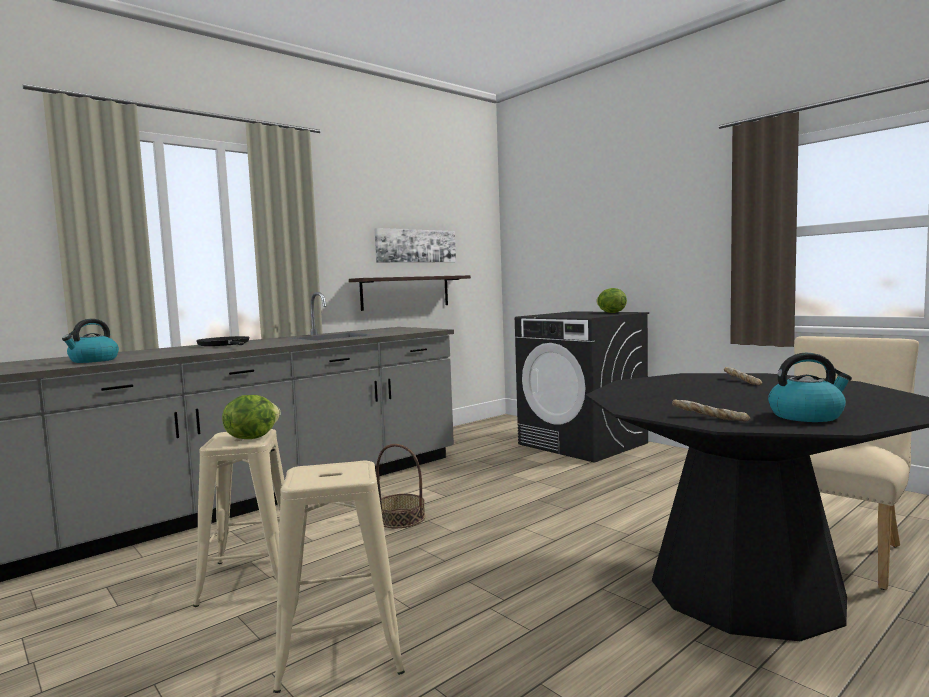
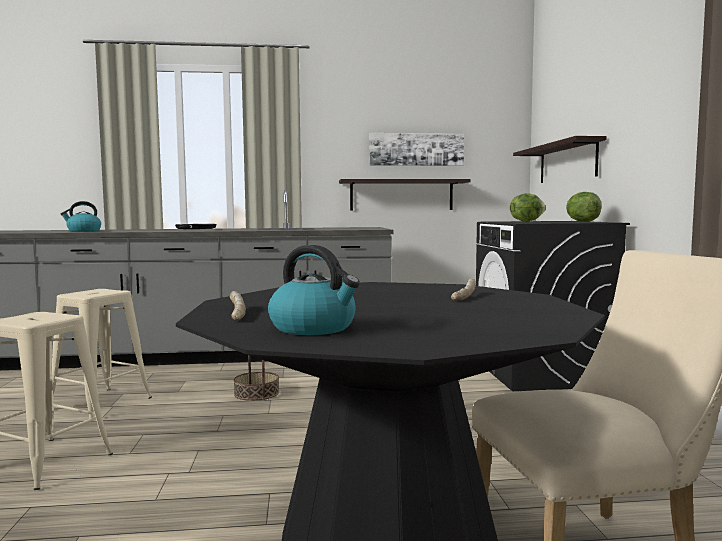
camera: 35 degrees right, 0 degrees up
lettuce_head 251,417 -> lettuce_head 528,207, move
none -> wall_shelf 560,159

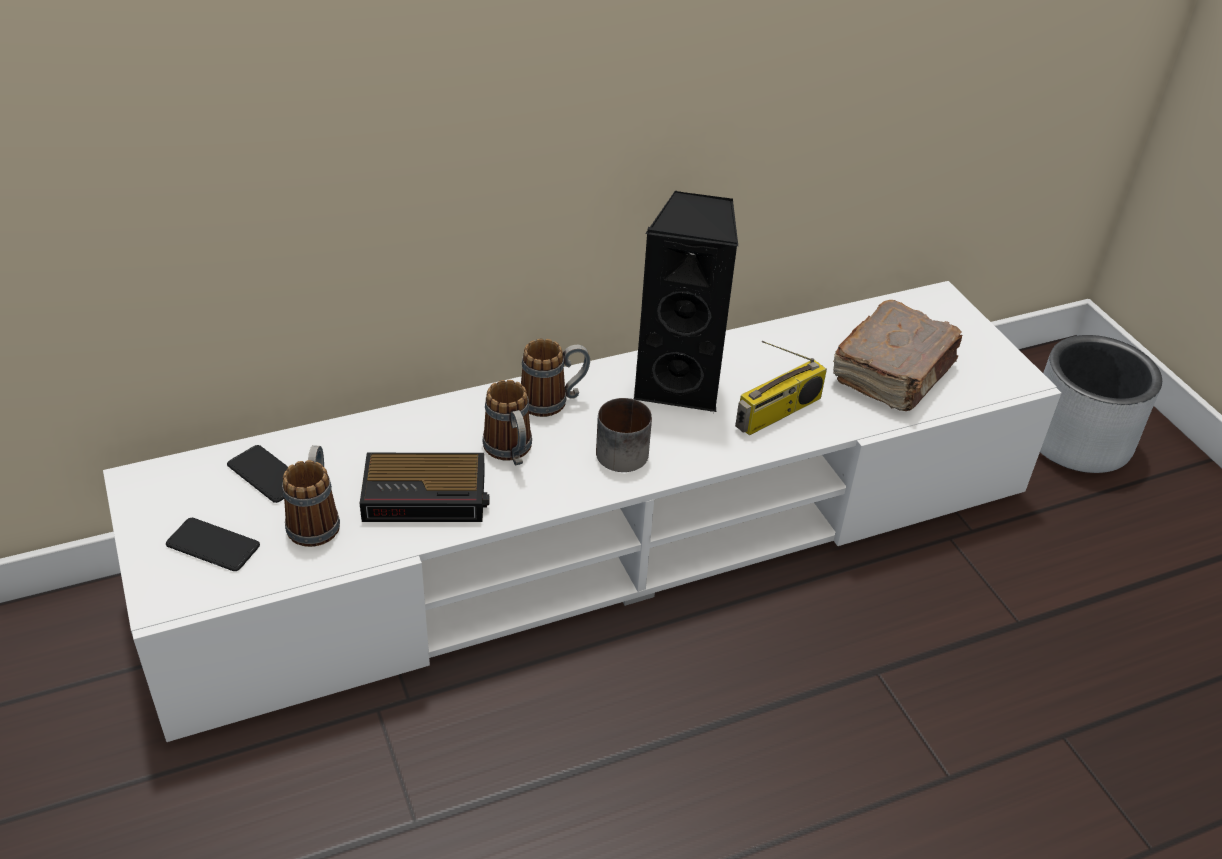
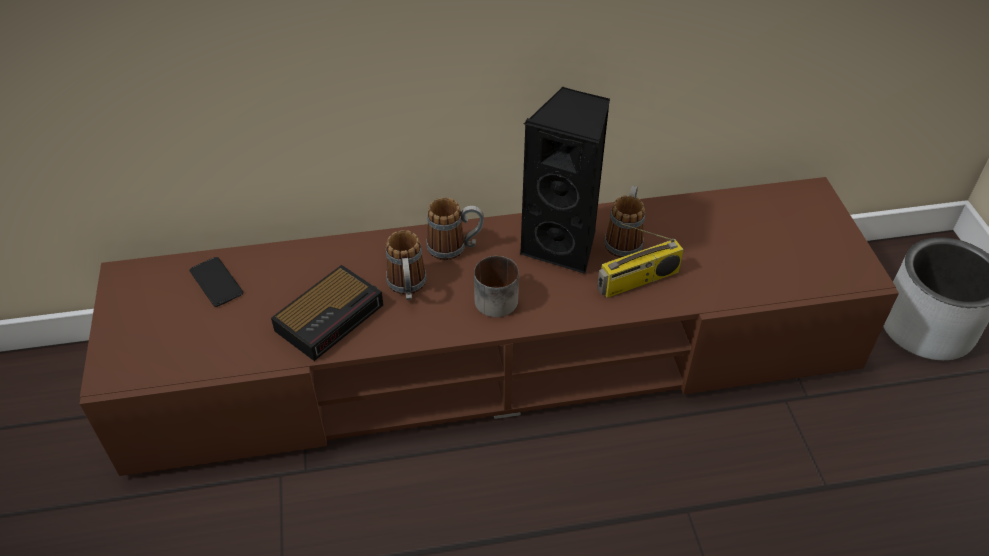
camera: 15 degrees right, 5 degrees up
white_media_console 582,511 -> brownish_media_console 489,326
handset 213,544 -> none
mug 311,496 -> mug 624,222, move
table_clock 424,487 -> table_clock 327,313, 60 degrees counterclockwise
brownish_book 898,355 -> none

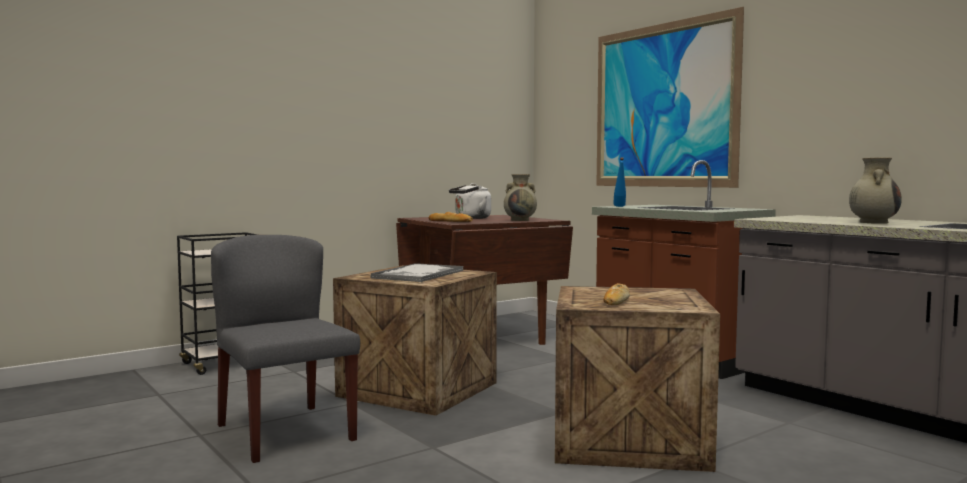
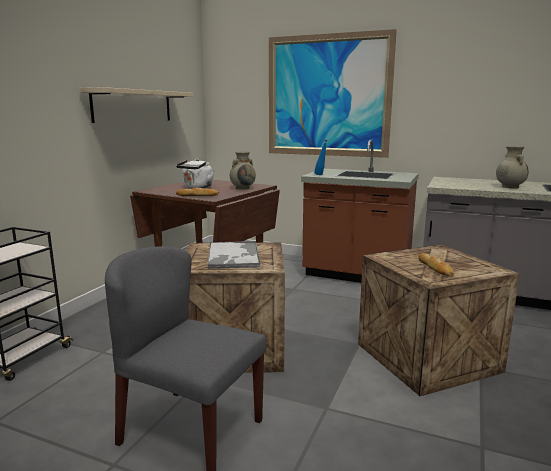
camera: 30 degrees left, 10 degrees up
none -> beige-coloured_wall_shelf 136,105

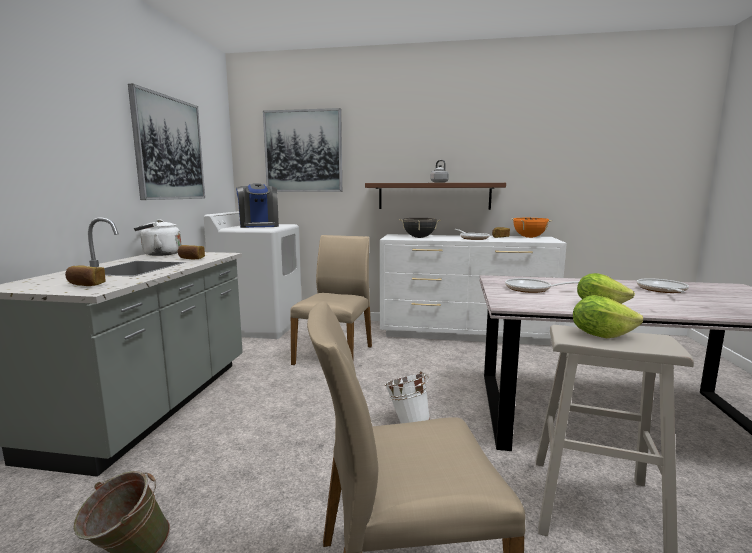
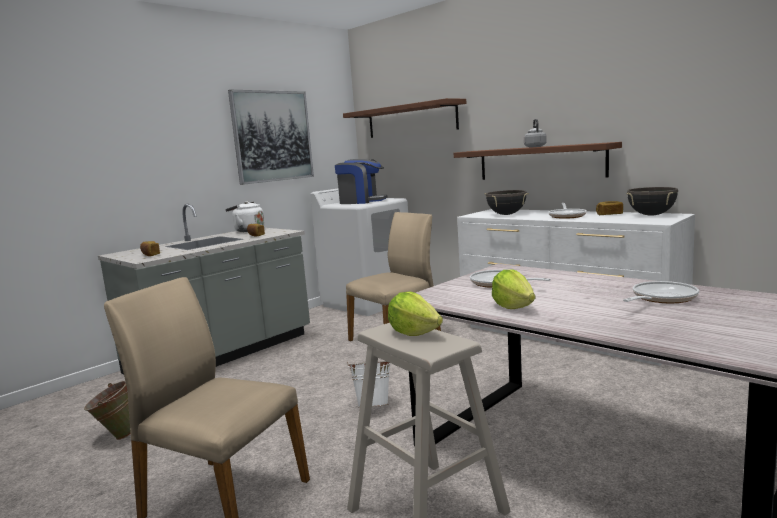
camera: 35 degrees right, 0 degrees up
coffee_brewer 257,205 -> coffee_brewer 361,181, 90 degrees counterclockwise
wall_art 302,150 -> wall_shelf 405,118
orange_stockpot 531,228 -> black-coloured_stockpot 652,201

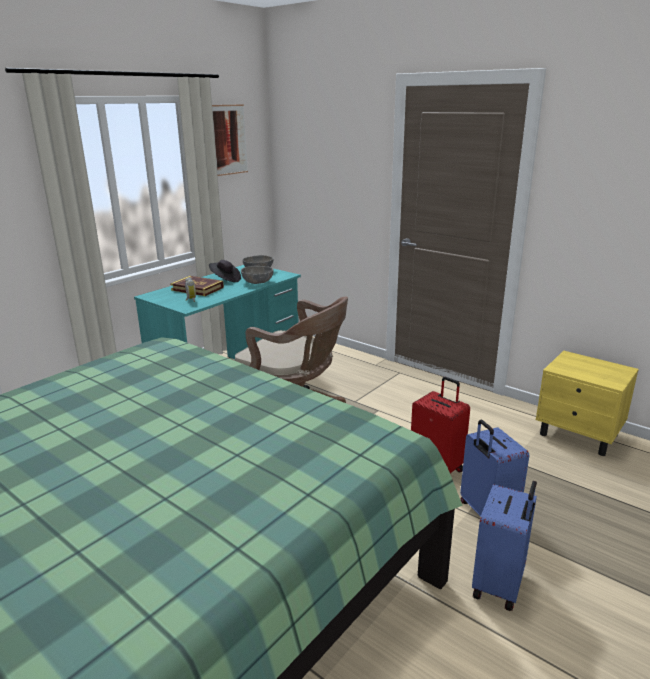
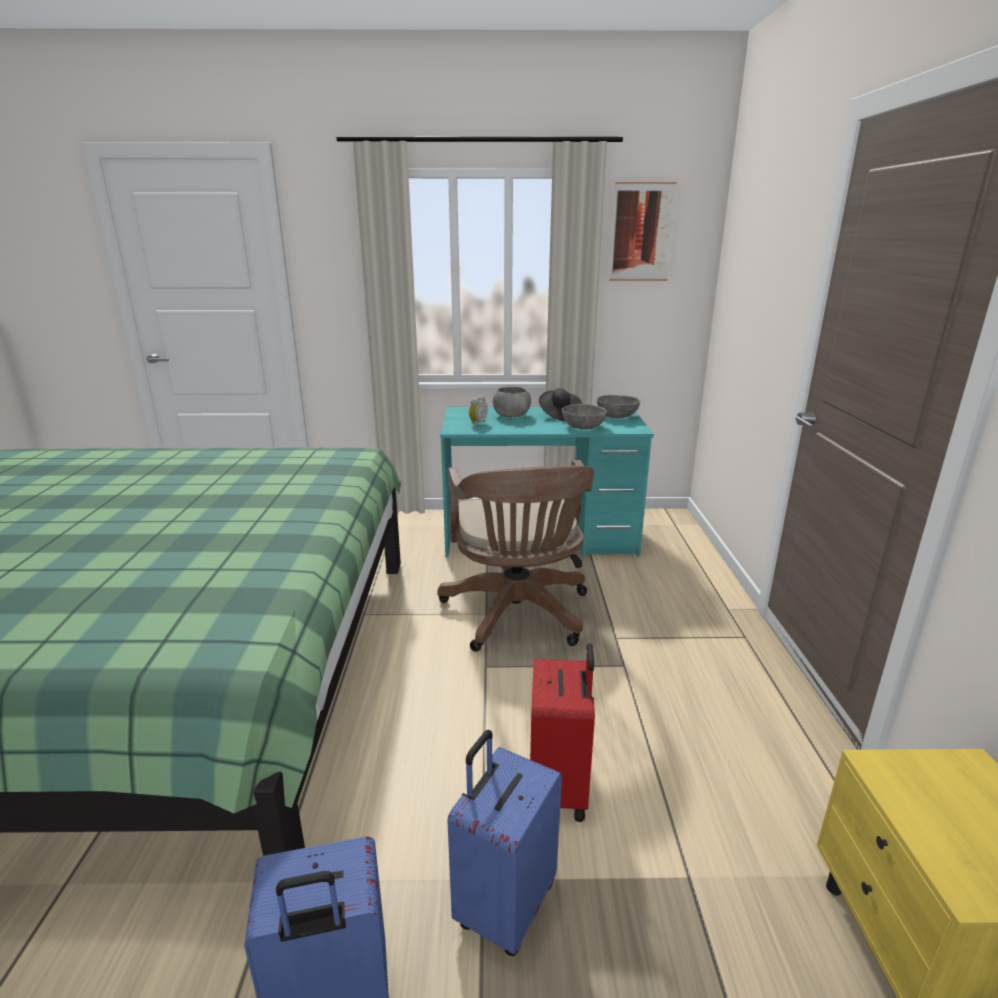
camera: 50 degrees right, 0 degrees up
book 197,286 -> gray_serving_bowl 512,402

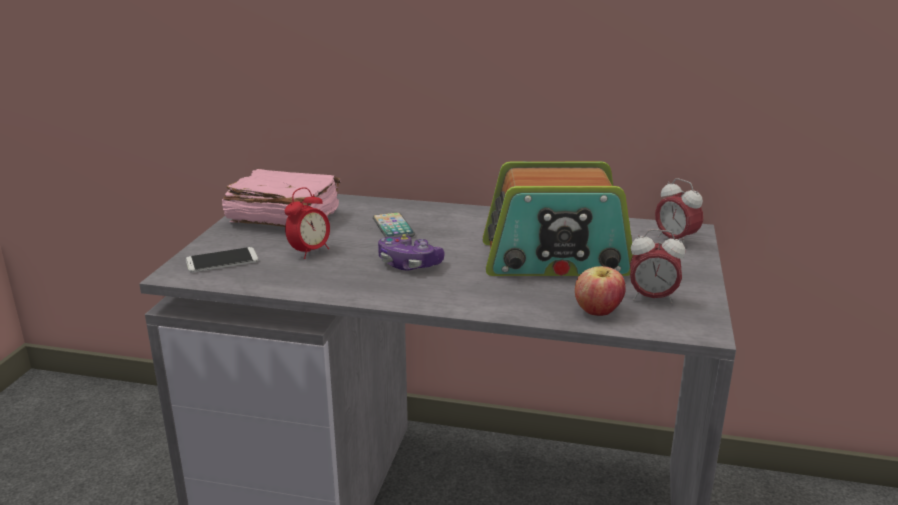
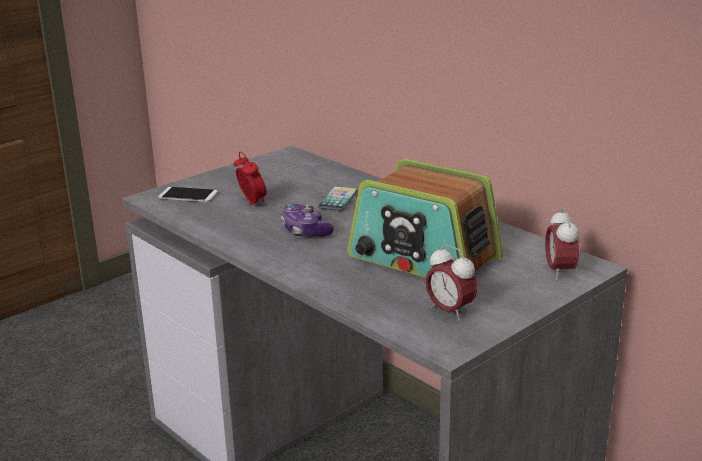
camera: 35 degrees right, 0 degrees up
pink-coloured_book 281,198 -> none
table_clock 307,223 -> table_clock 250,179, 105 degrees counterclockwise
apple_fruit 600,291 -> none

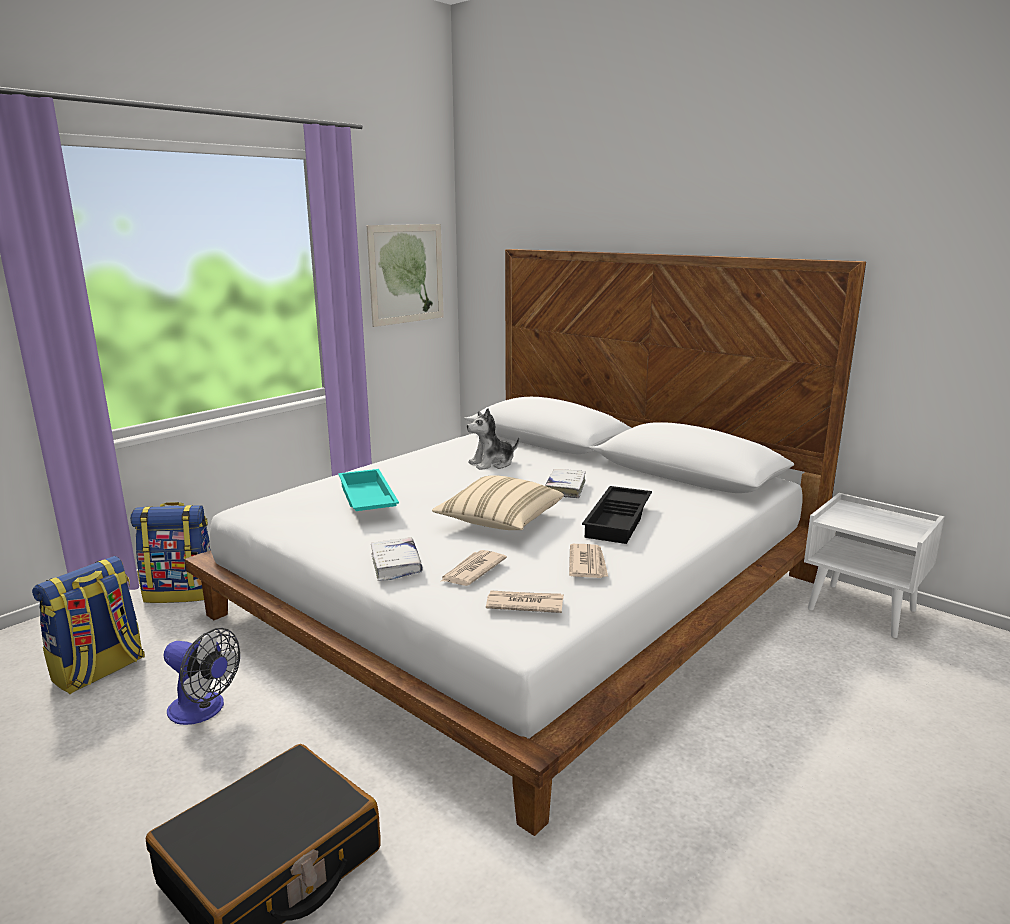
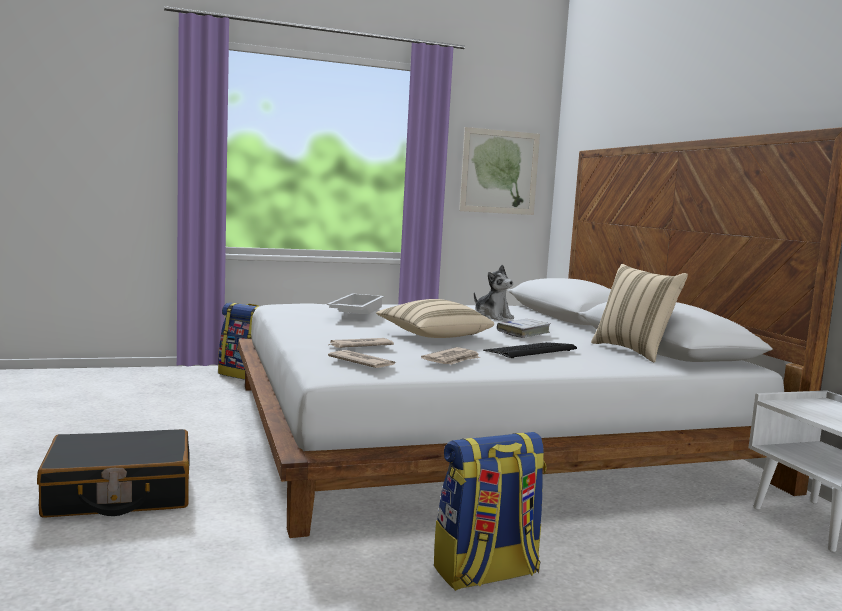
camera: 30 degrees right, 10 degrees down
rucksack 88,625 -> rucksack 490,511, move
cooling_fan 202,676 -> none
turquoise_serving_tray 368,490 -> white_serving_tray 355,303
white_book 397,559 -> none
soft_toy 493,439 -> soft_toy 494,292, 135 degrees counterclockwise
black-coloured_serving_tray 617,515 -> computer_keyboard 530,350
none -> beige-coloured_cushion 639,313

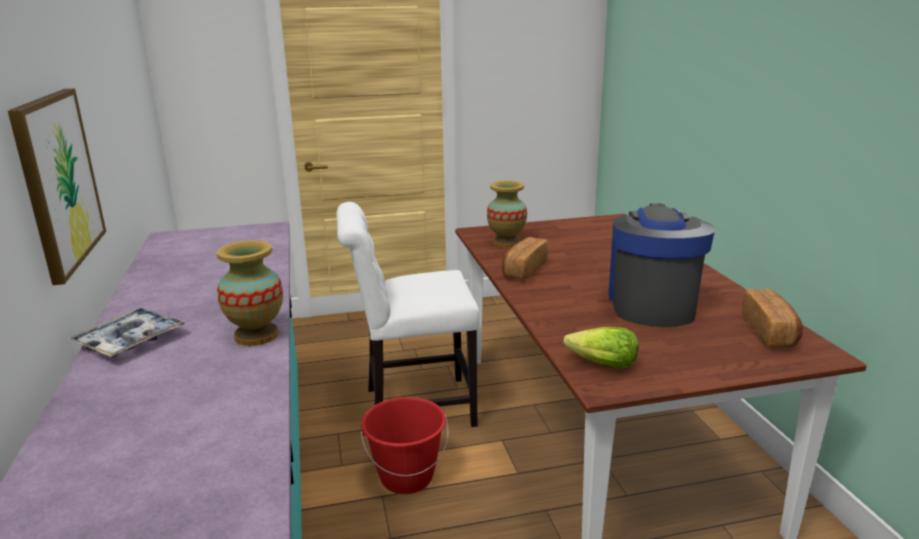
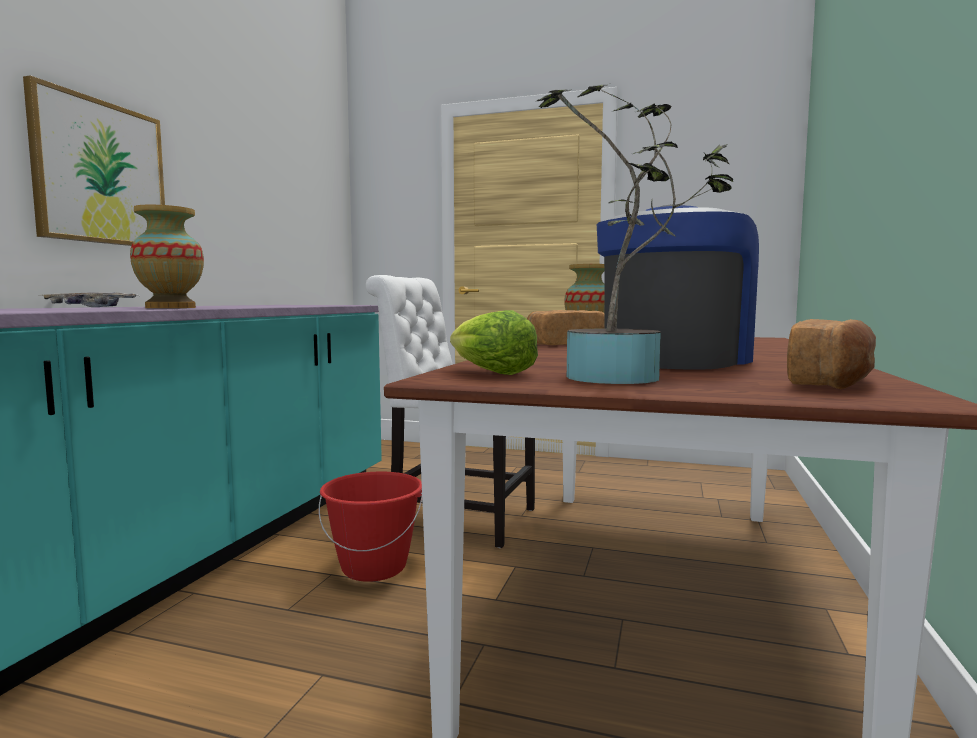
camera: 30 degrees right, 15 degrees down
none -> potted_plant 634,234

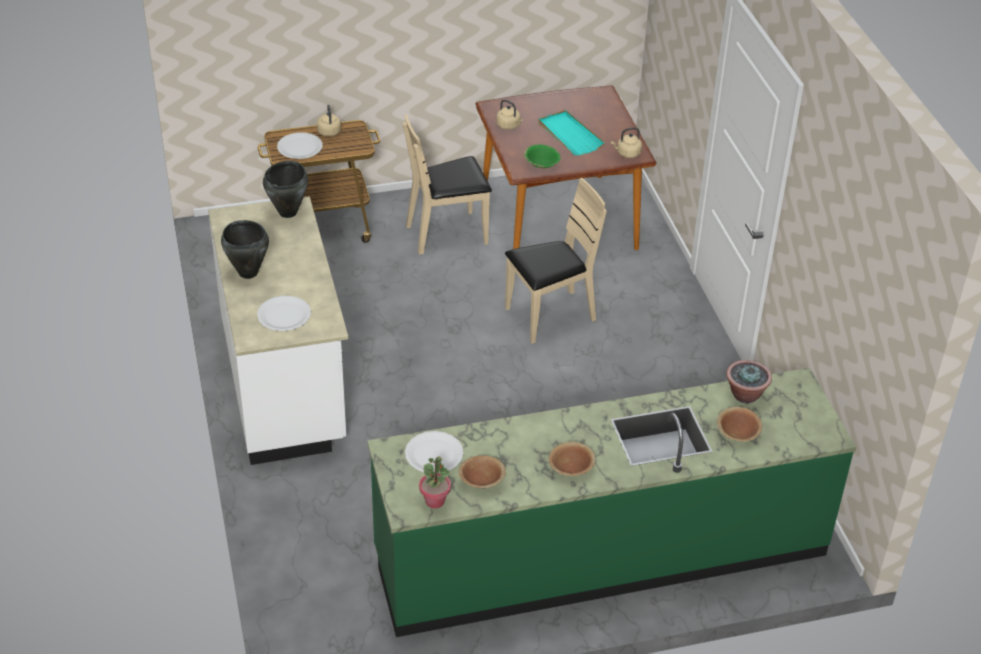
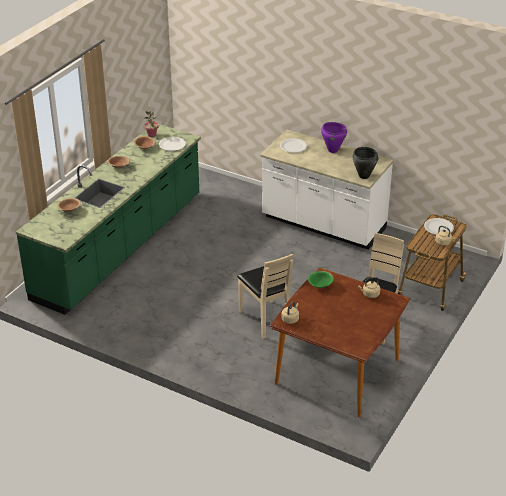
camera: 135 degrees right, 5 degrees down
black-coloured_stockpot 245,249 -> purple-coloured_stockpot 334,137
beige-coloured_chair 556,261 -> beige-coloured_chair 265,296, 45 degrees counterclockwise
turquoise_serving_tray 571,132 -> none
potted_plant 749,381 -> none

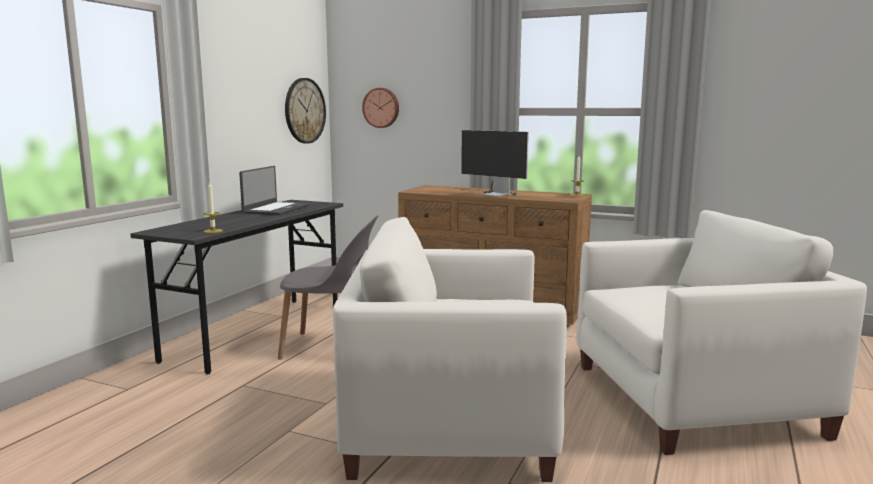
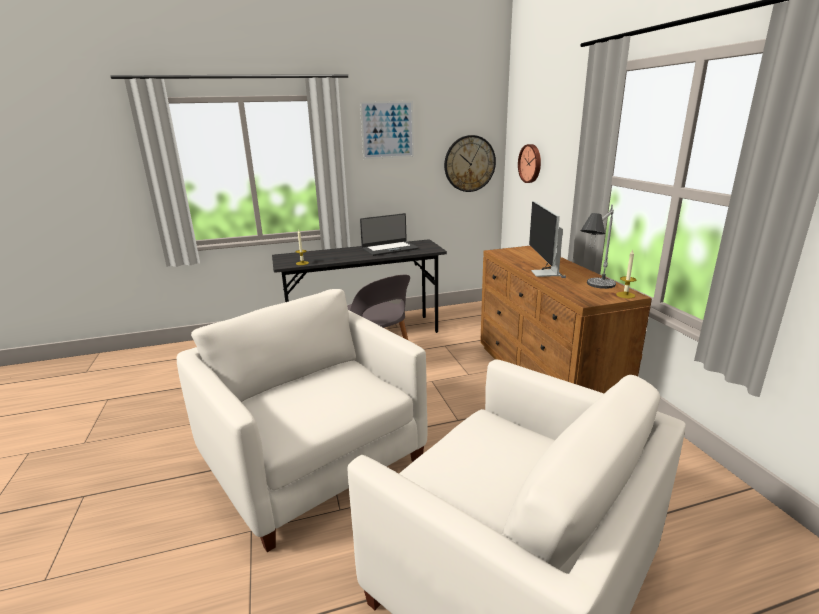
camera: 50 degrees right, 10 degrees up
none -> wall_art 387,130
none -> table_lamp 598,246

